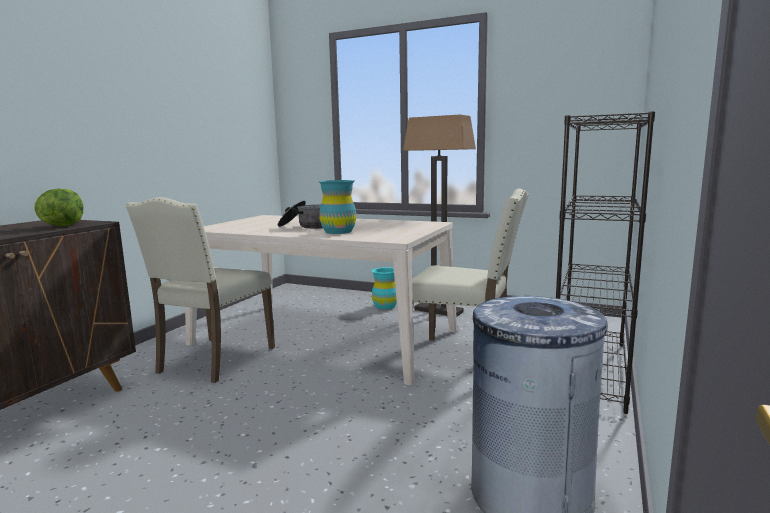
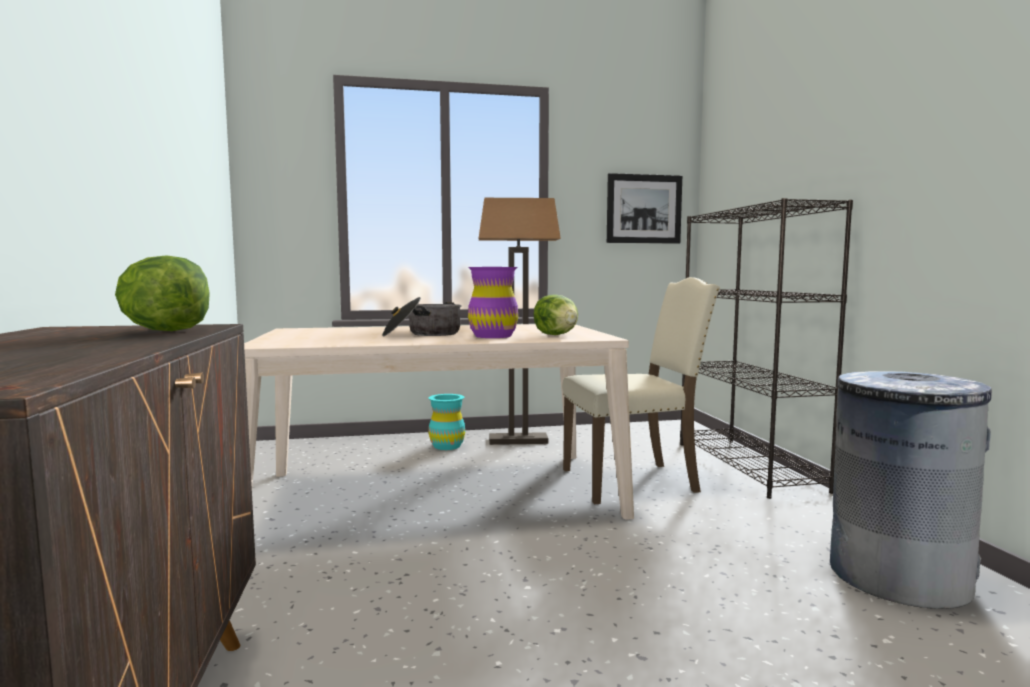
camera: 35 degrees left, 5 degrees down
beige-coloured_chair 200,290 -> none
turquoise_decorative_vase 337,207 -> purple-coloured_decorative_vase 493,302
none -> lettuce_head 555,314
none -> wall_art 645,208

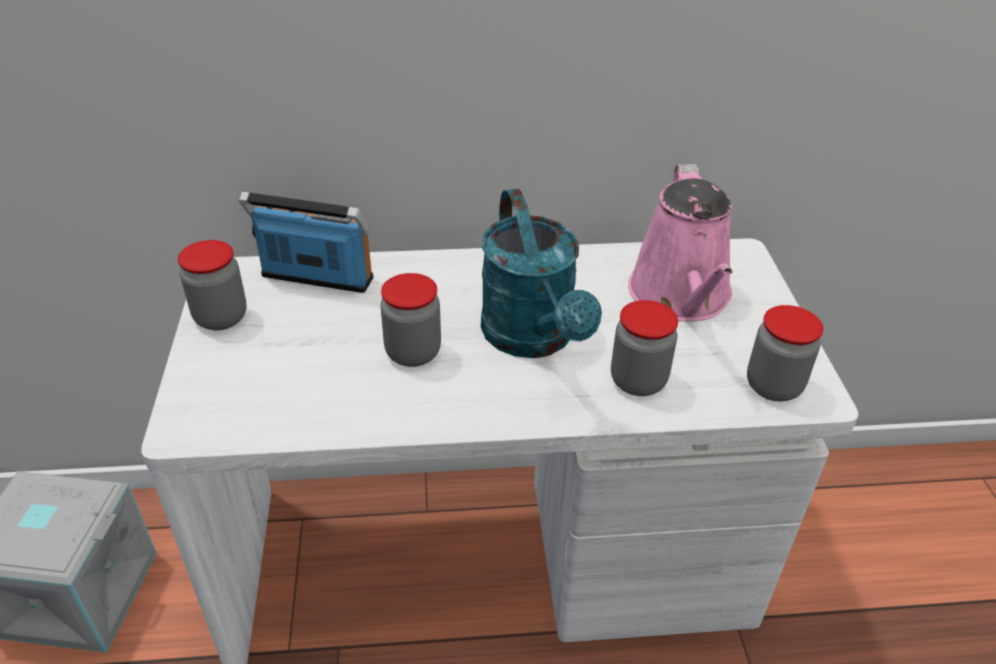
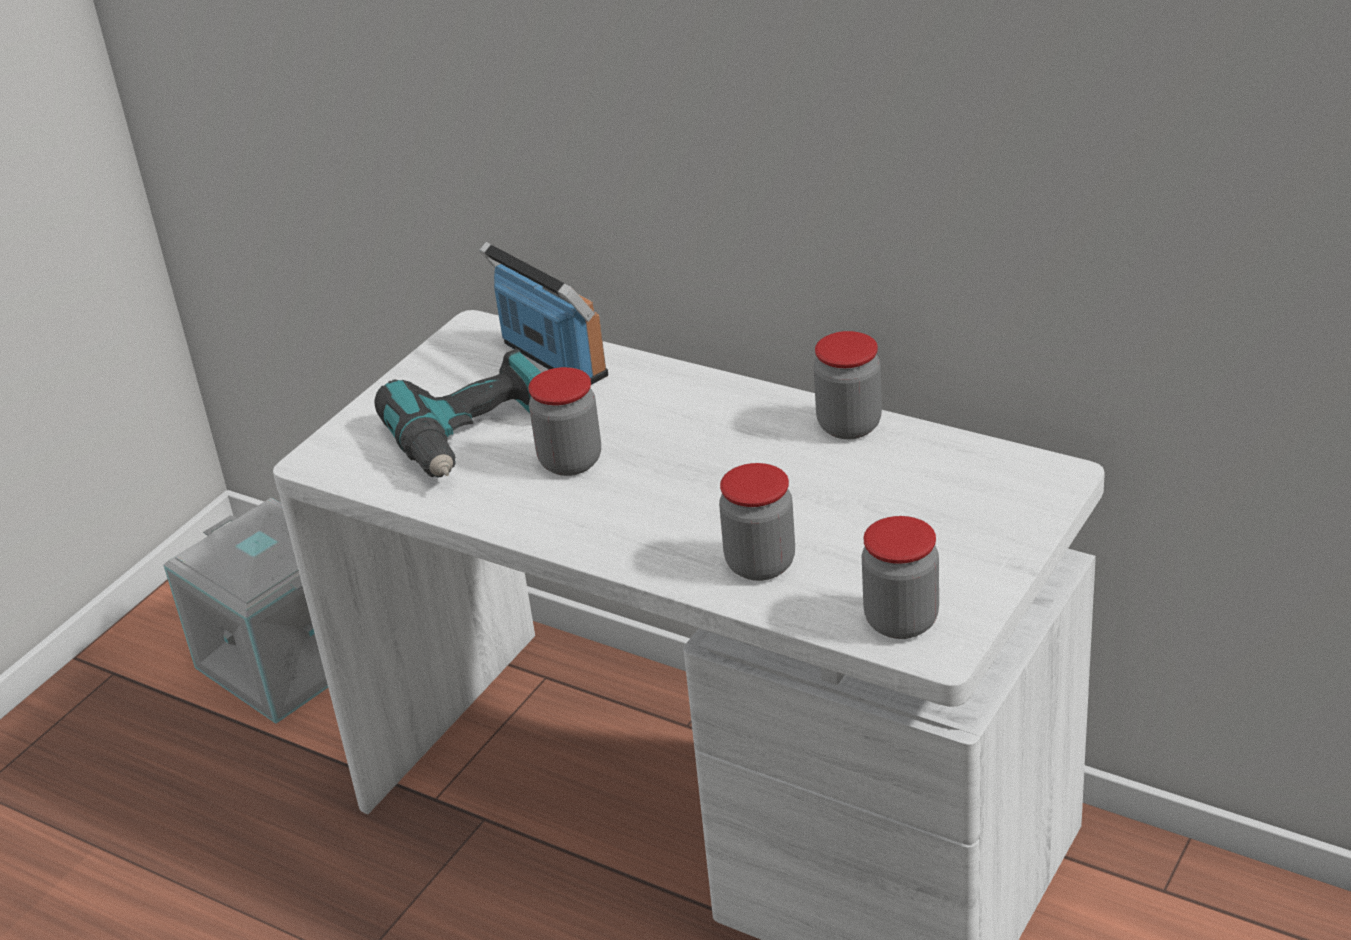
camera: 40 degrees right, 5 degrees down
storage_jar 212,285 -> storage_jar 848,385, move
turquoise_sprinkling_can 541,273 -> none
pink-coloured_sprinkling_can 680,243 -> none
none -> power_drill 458,413

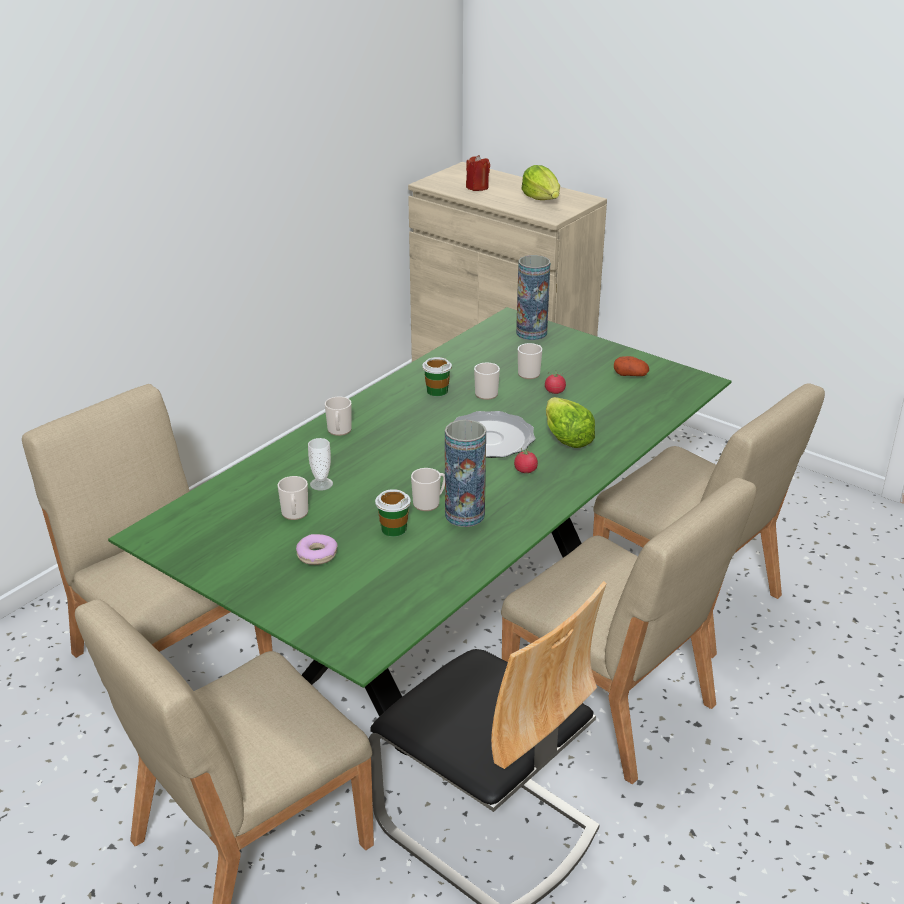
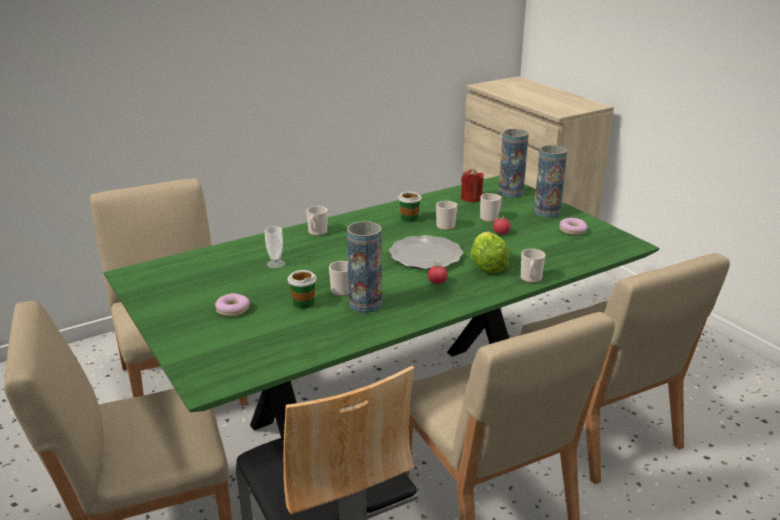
camera: 20 degrees right, 5 degrees down
mug 293,498 -> mug 533,266, move
red-coloured_candle 478,173 -> red-coloured_candle 472,185, move
lettuce_head 541,182 -> none
spud 631,366 -> ring_doughnut 573,226
none -> decorative_vase 550,181

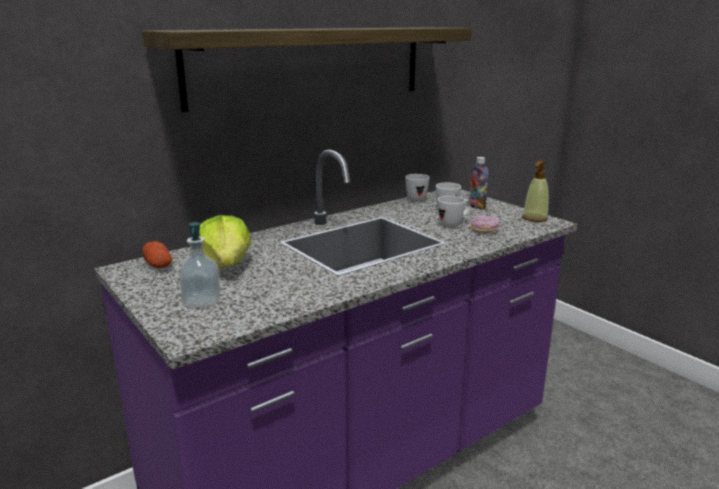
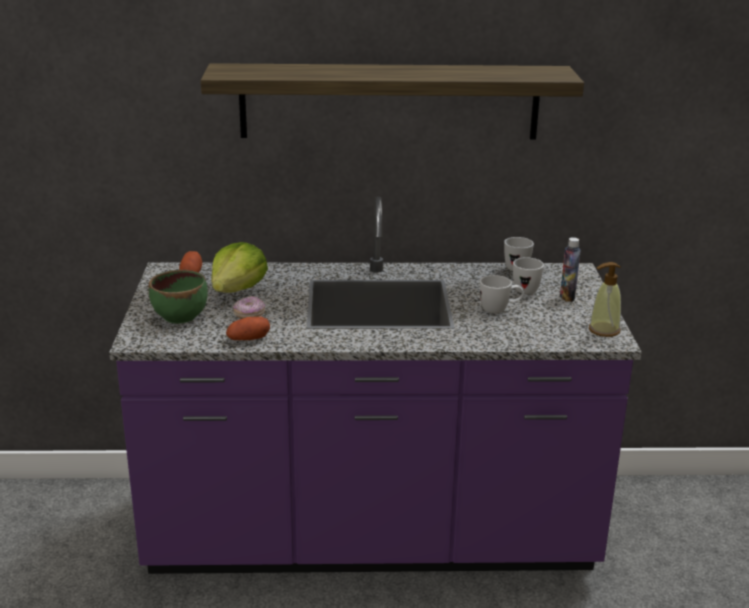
camera: 35 degrees right, 5 degrees up
liquid_soap_bottle 200,265 -> green-coloured_serving_bowl 178,297
ring_doughnut 485,224 -> ring_doughnut 249,307, move
none -> spud 248,328

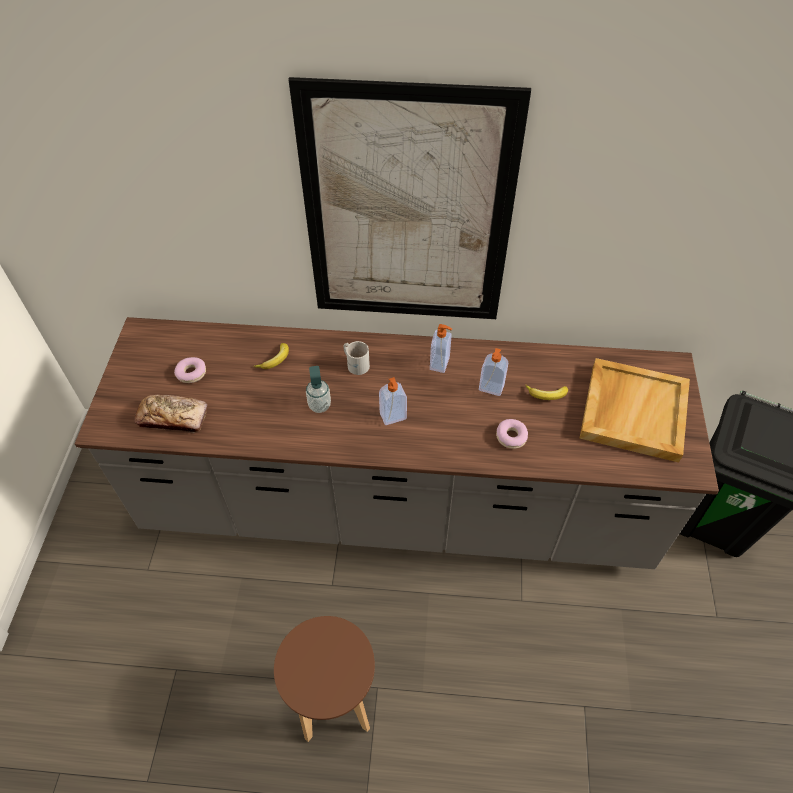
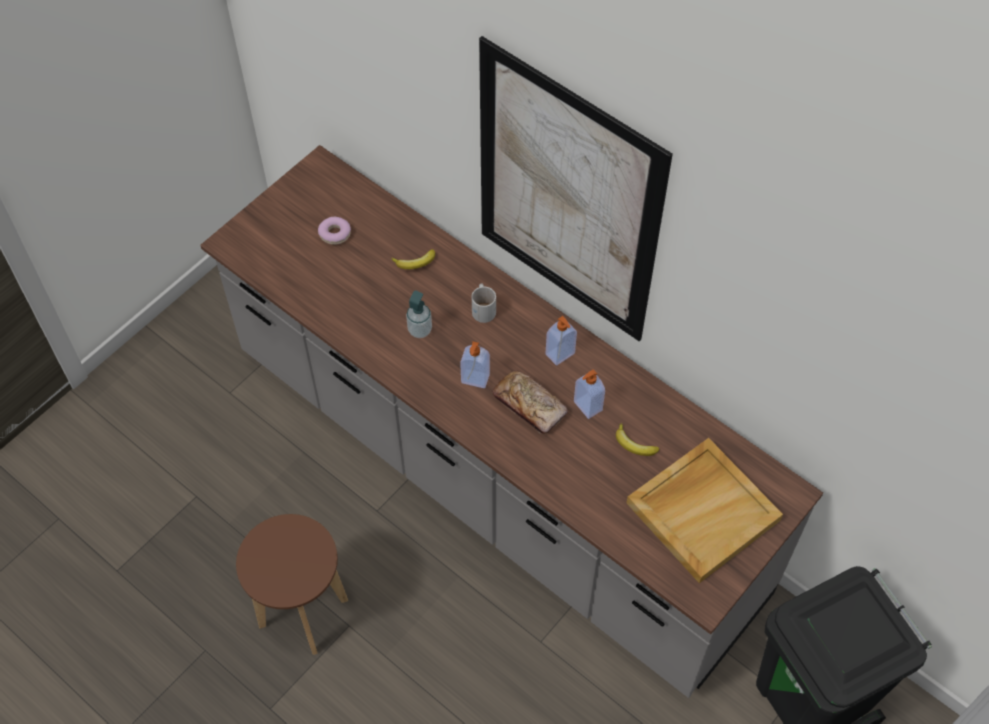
camera: 35 degrees right, 5 degrees up
bread 170,414 -> bread 530,402, move
ring_doughnut 512,434 -> none

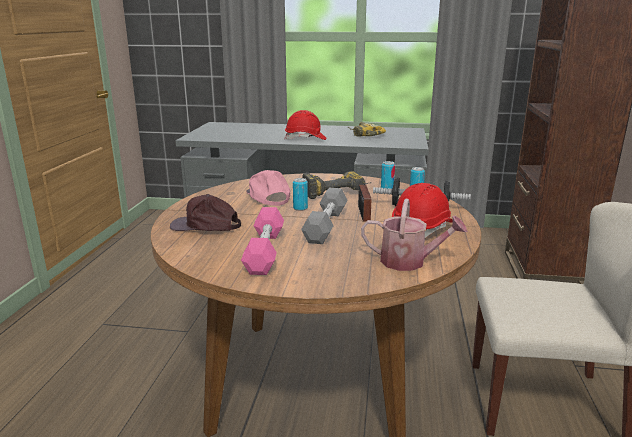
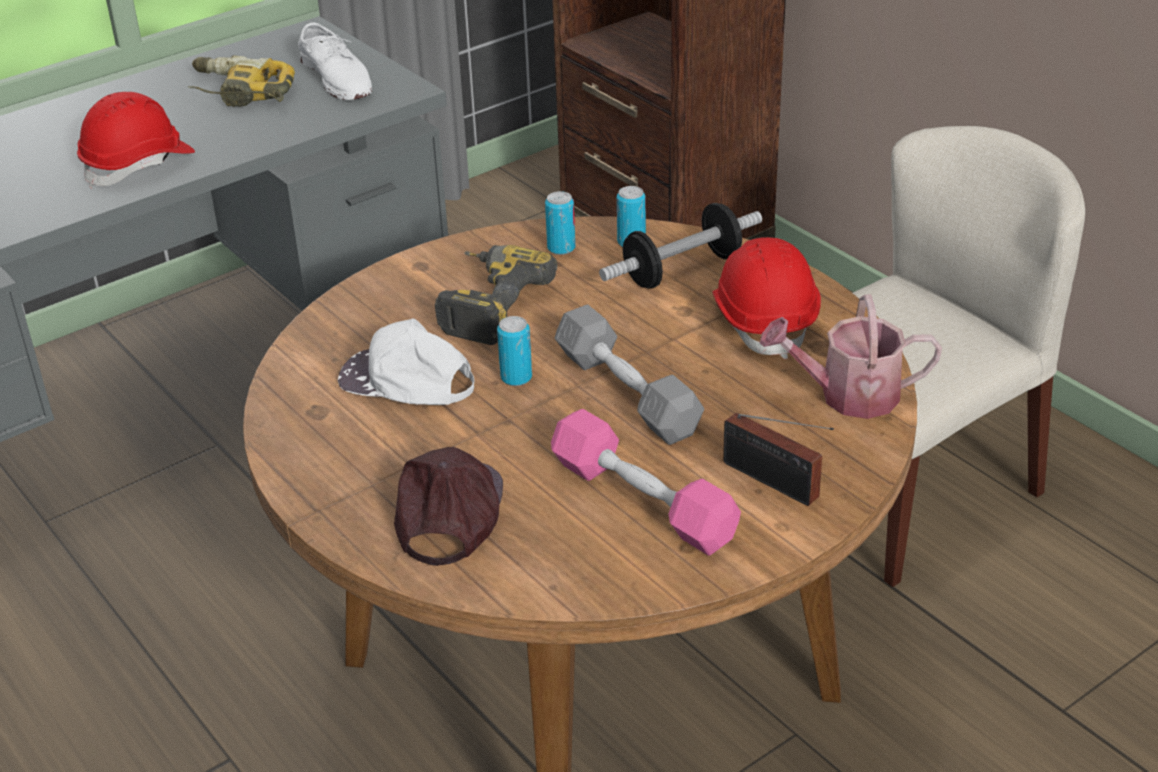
camera: 45 degrees left, 15 degrees up
brownish_baseball_cap 205,212 -> brownish_baseball_cap 448,506, 135 degrees clockwise
pink-coloured_baseball_cap 268,188 -> white_baseball_cap 406,361
radio_receiver 365,202 -> radio_receiver 778,459, move
sprinkling_can 414,235 -> sprinkling_can 851,357, 150 degrees counterclockwise
none -> white_shoe 335,61

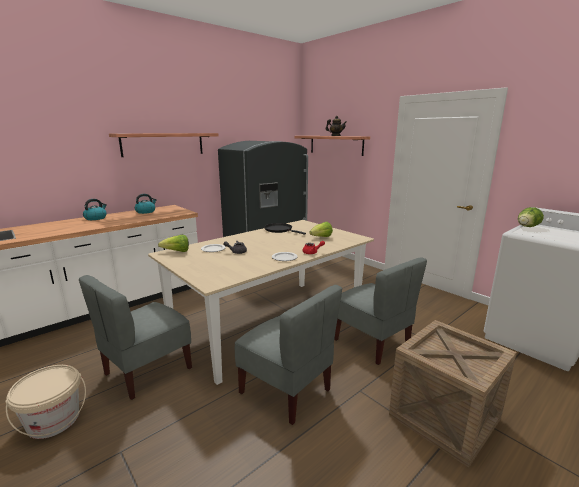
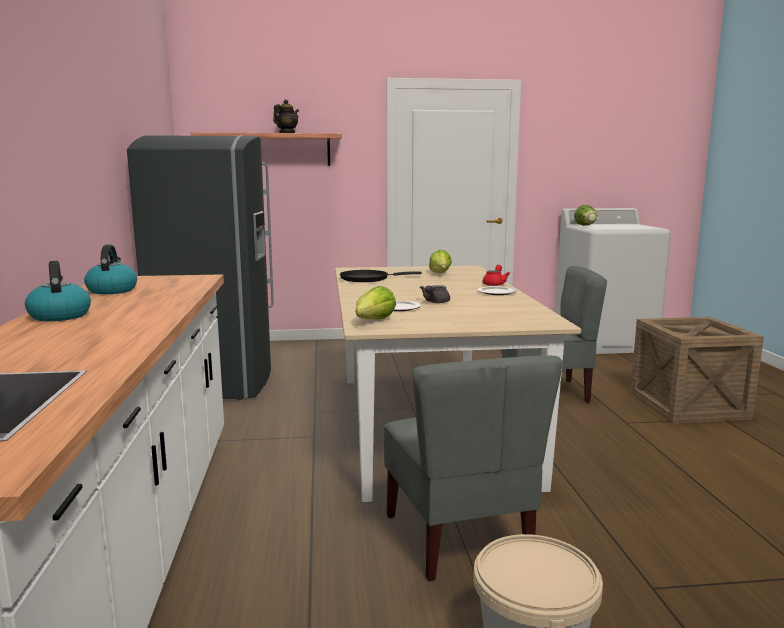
camera: 55 degrees left, 5 degrees down
wall_shelf 163,145 -> none
gray_chair 288,355 -> none

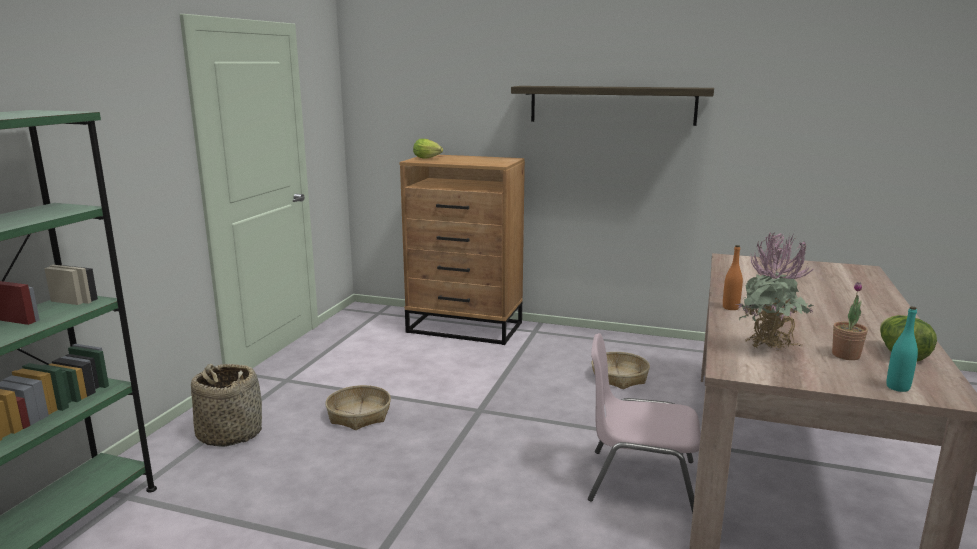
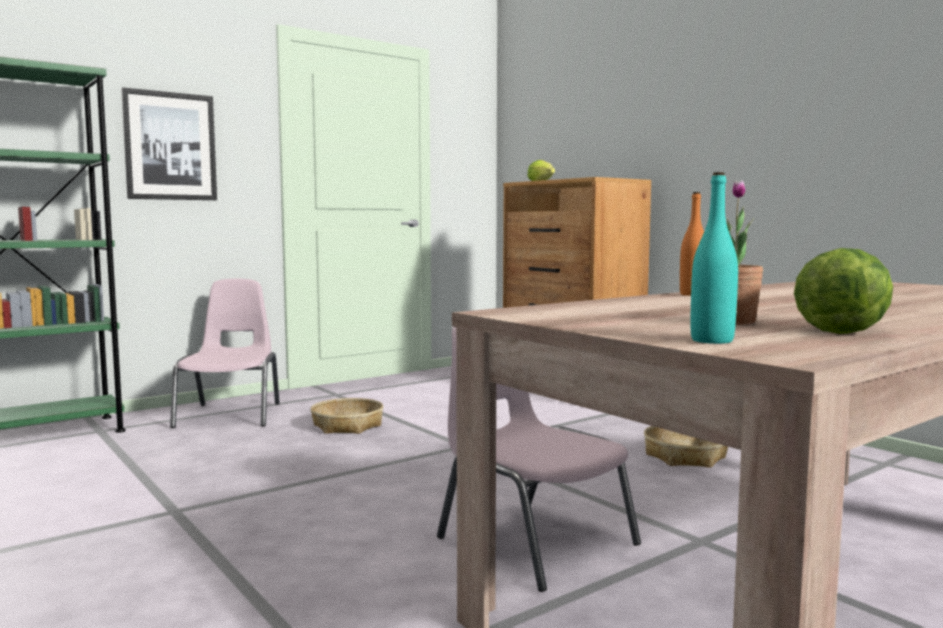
camera: 35 degrees right, 10 degrees down
household_basket 226,405 -> pink-coloured_chair 225,353
wall_shelf 612,106 -> none
potted_plant 775,292 -> none
none -> wall_art 169,143

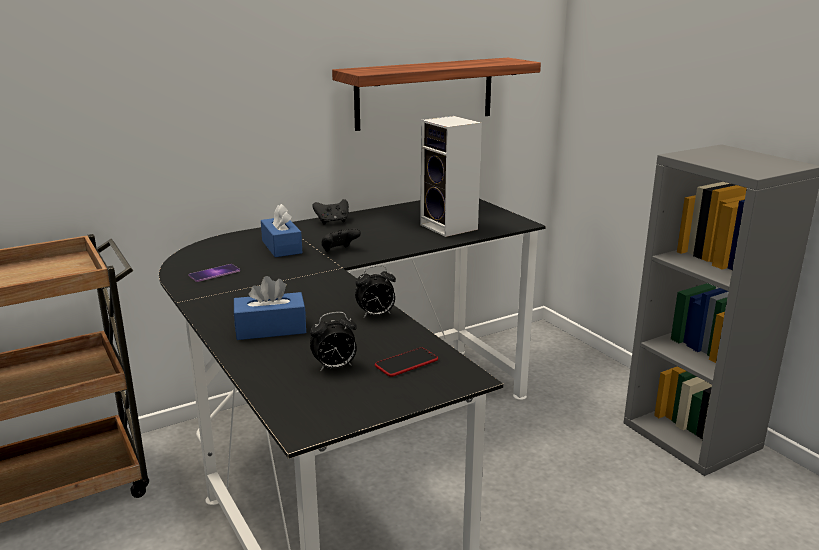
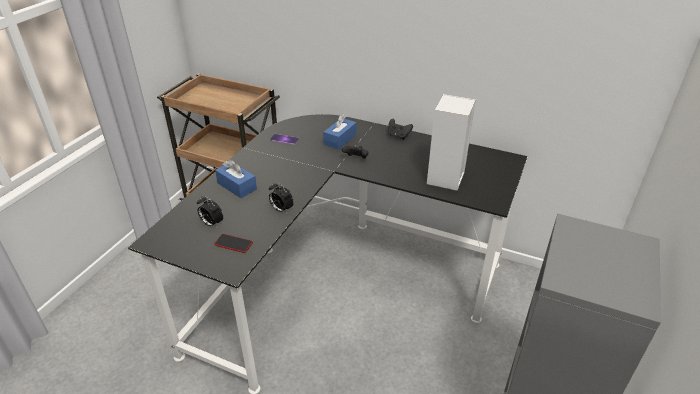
camera: 55 degrees right, 15 degrees up
wall_shelf 436,94 -> none

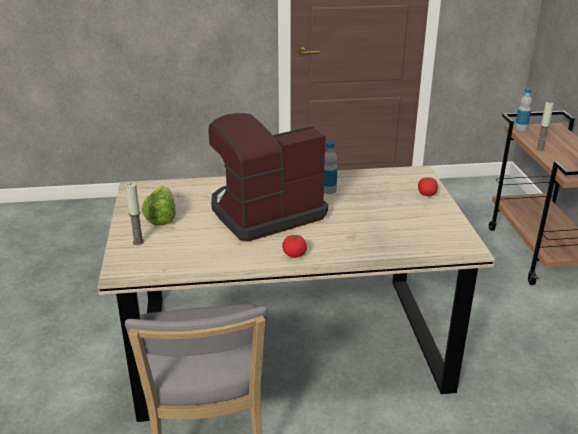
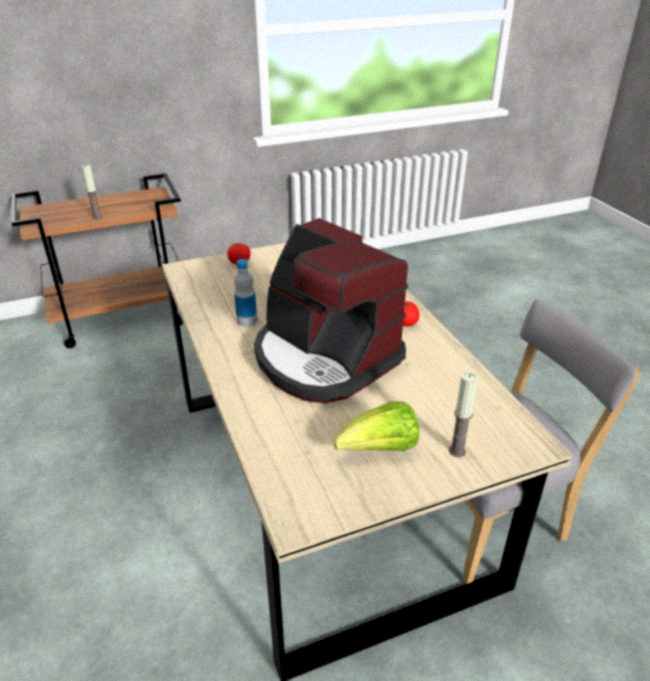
camera: 105 degrees left, 5 degrees up
bottle 523,109 -> none

